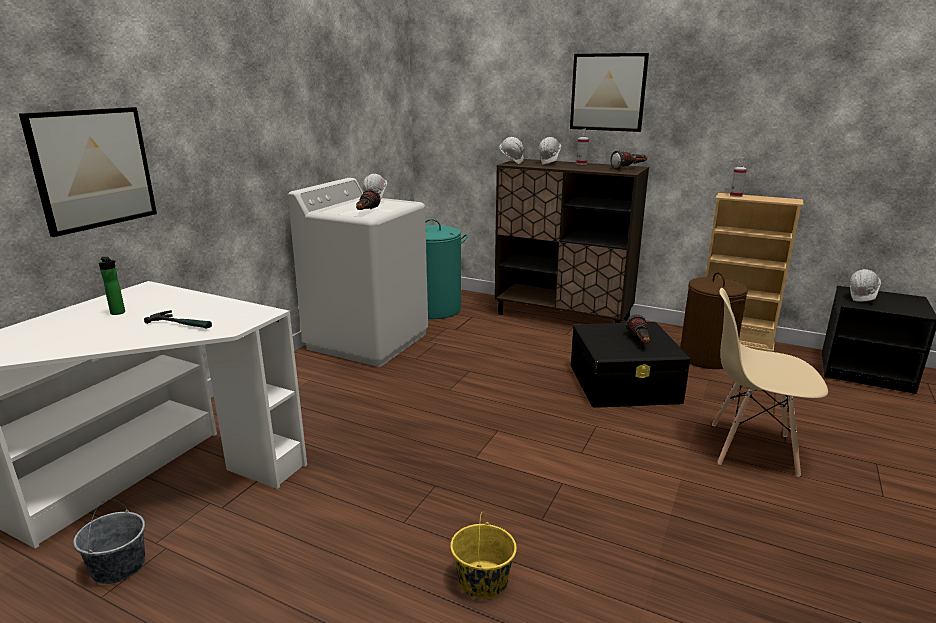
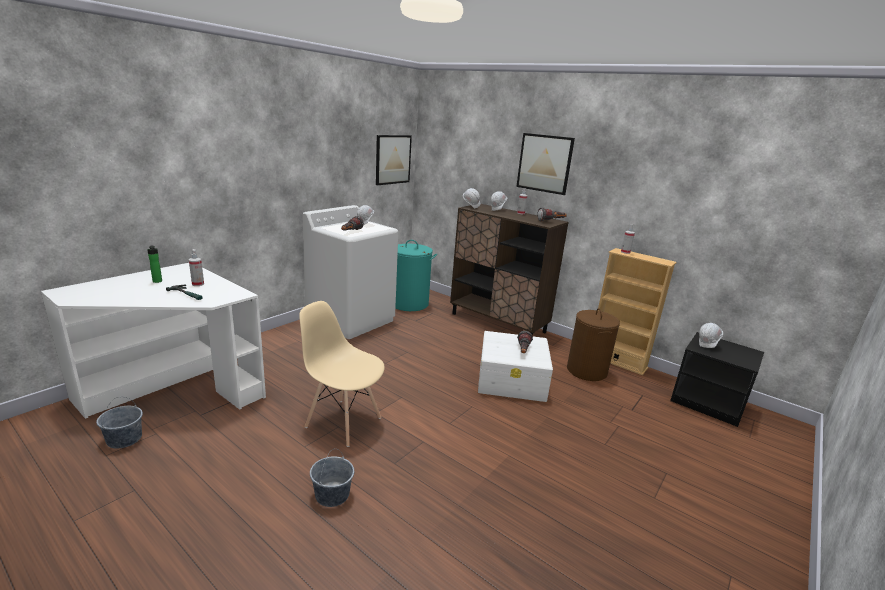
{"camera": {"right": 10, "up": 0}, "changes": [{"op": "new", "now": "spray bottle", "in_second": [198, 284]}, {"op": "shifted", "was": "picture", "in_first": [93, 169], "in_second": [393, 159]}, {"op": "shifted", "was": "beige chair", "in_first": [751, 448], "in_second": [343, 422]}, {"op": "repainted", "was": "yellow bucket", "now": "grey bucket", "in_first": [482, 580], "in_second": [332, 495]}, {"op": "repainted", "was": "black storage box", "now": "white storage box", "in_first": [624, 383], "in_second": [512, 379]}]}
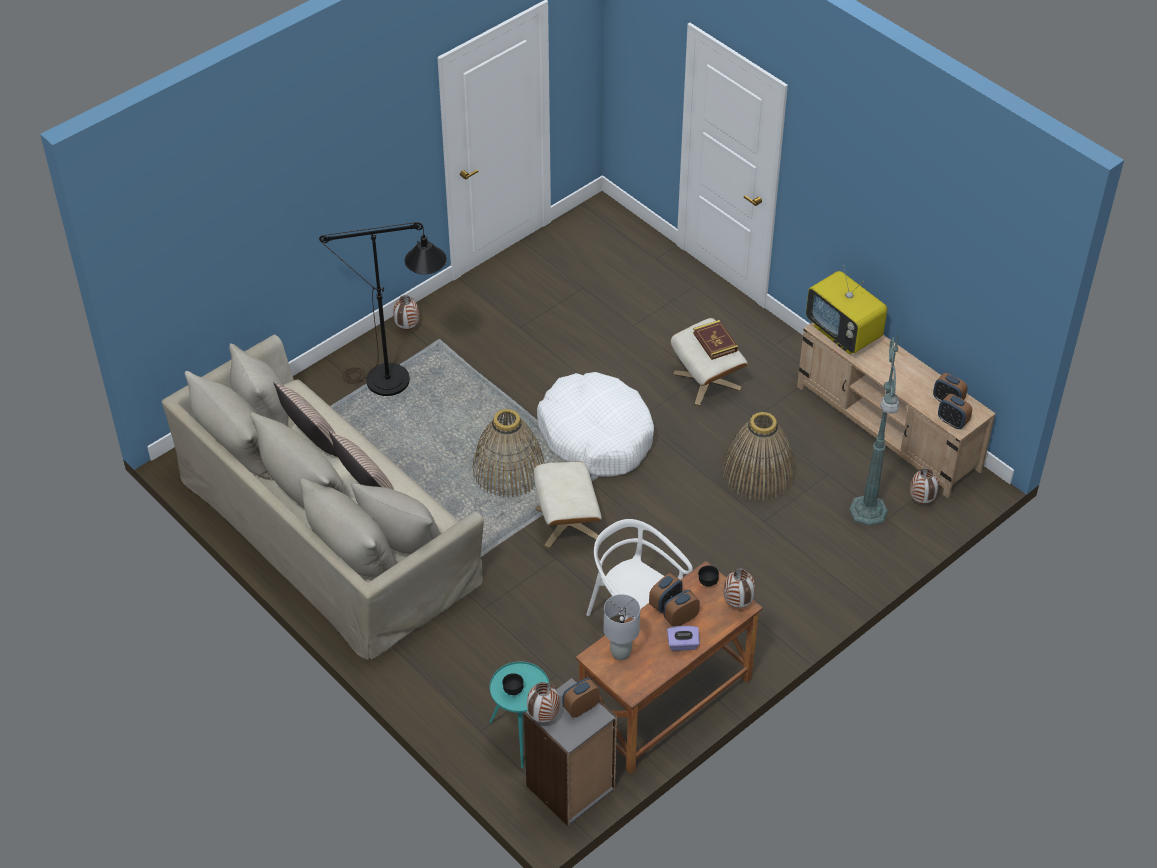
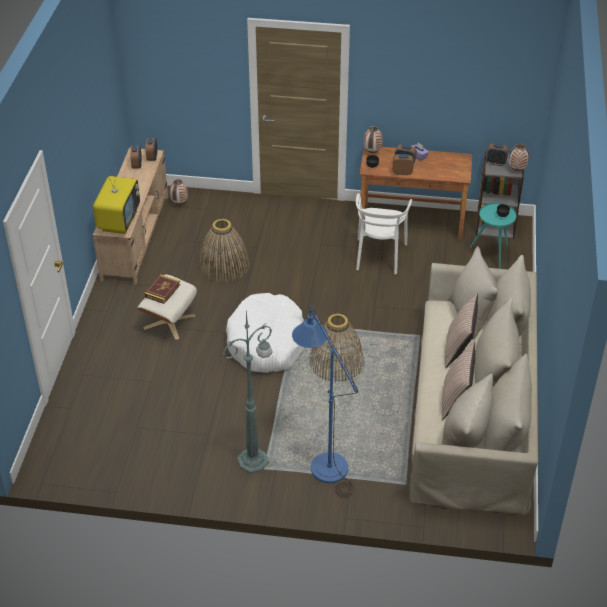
{"camera": {"right": -130, "up": -5}, "changes": [{"op": "gone", "was": "vase", "in_first": [407, 327]}, {"op": "gone", "was": "beige ottoman", "in_first": [566, 523]}, {"op": "gone", "was": "grey table lamp", "in_first": [620, 653]}, {"op": "shifted", "was": "green floor lamp", "in_first": [868, 513], "in_second": [254, 460]}, {"op": "repainted", "was": "black floor lamp", "now": "blue floor lamp", "in_first": [400, 382], "in_second": [324, 461]}]}
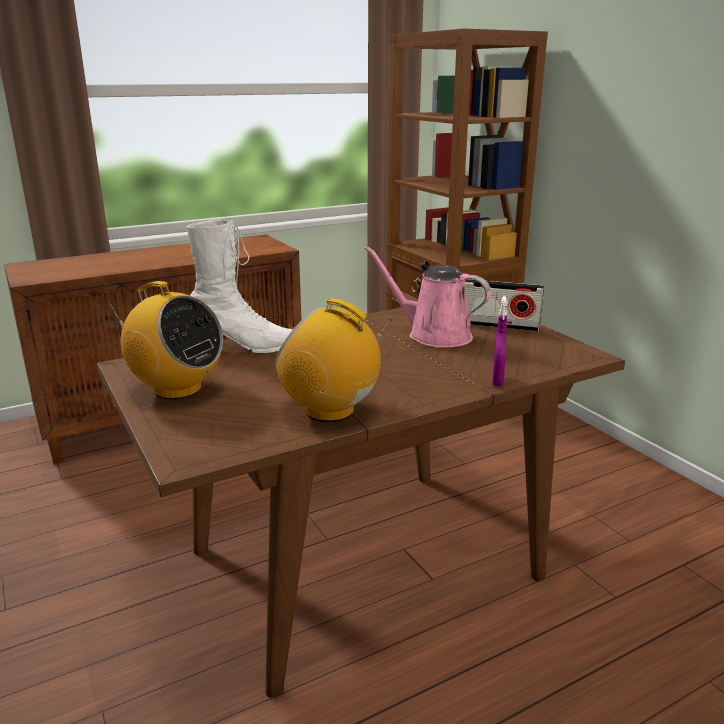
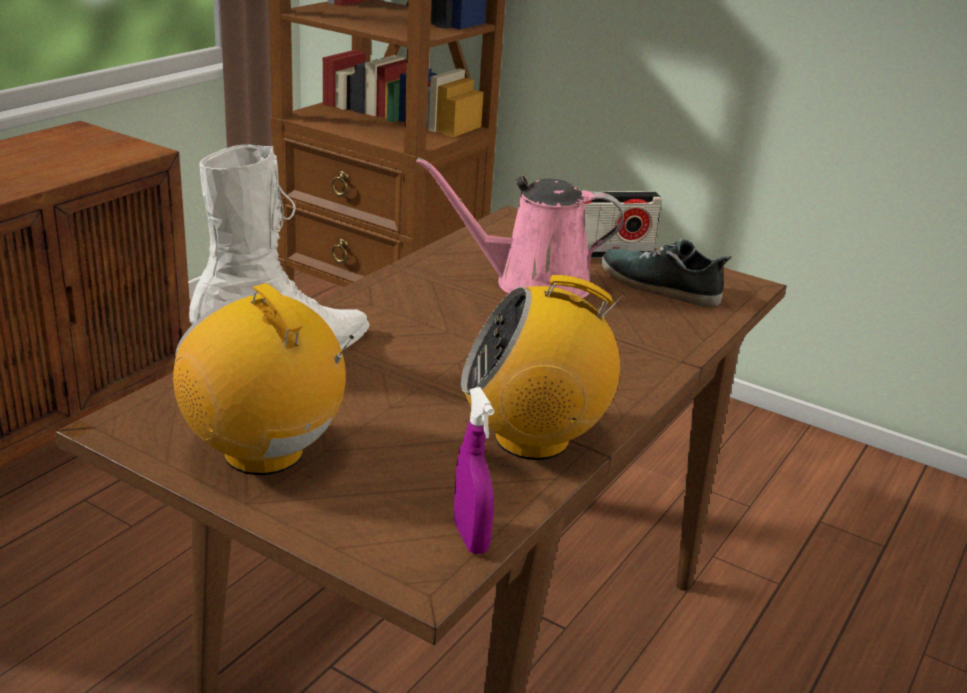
{"camera": {"right": -30, "up": 5}, "changes": [{"op": "new", "now": "shoe", "in_second": [659, 286]}, {"op": "shifted", "was": "purple spray bottle", "in_first": [497, 381], "in_second": [470, 537]}, {"op": "rotated", "was": "radio", "in_first": [177, 389], "in_second": [265, 453], "clockwise": -135}]}
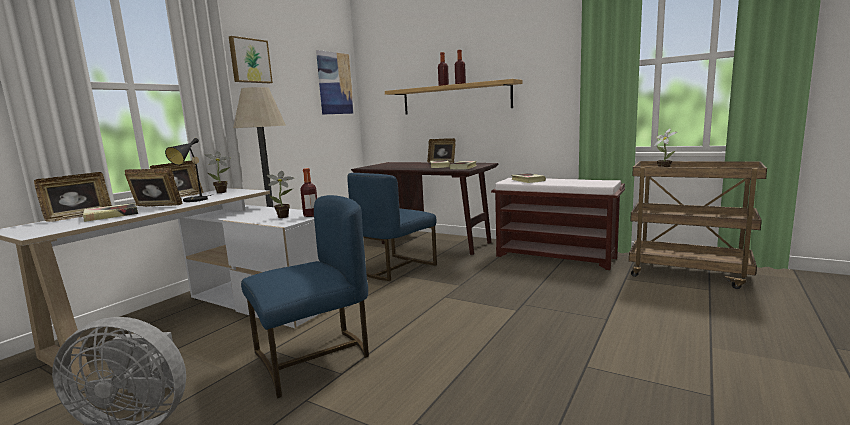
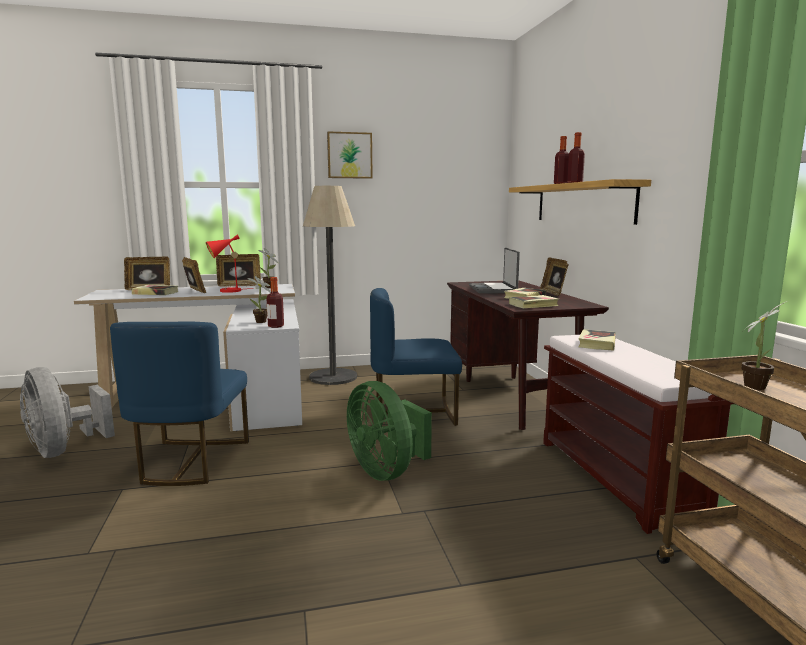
{"camera": {"right": 45, "up": 0}, "changes": [{"op": "gone", "was": "picture", "in_first": [335, 83]}, {"op": "new", "now": "green fan", "in_second": [386, 471]}, {"op": "new", "now": "laptop", "in_second": [493, 289]}, {"op": "repainted", "was": "black table lamp", "now": "red table lamp", "in_first": [193, 200], "in_second": [227, 291]}, {"op": "rotated", "was": "blue chair", "in_first": [314, 358], "in_second": [190, 461], "clockwise": 75}]}
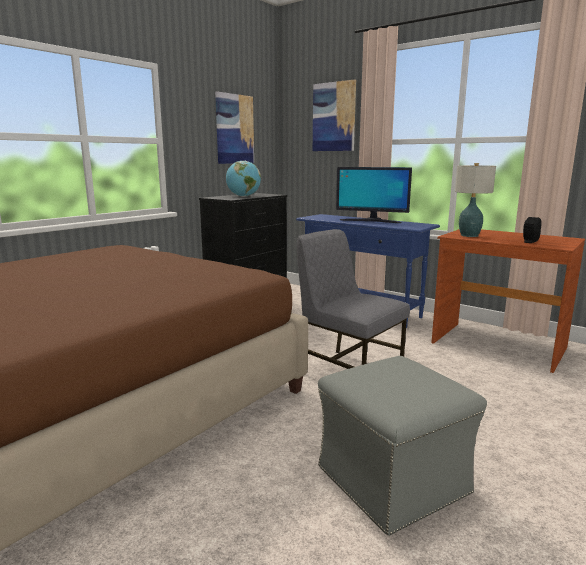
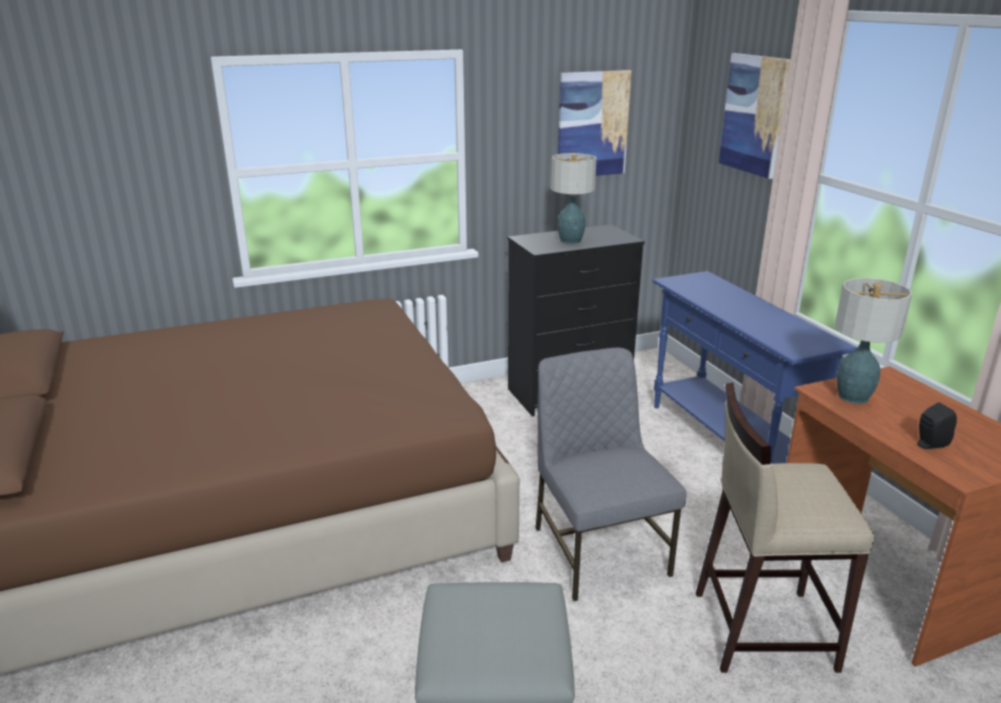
{"camera": {"right": 30, "up": 10}, "changes": [{"op": "gone", "was": "monitor", "in_first": [371, 221]}, {"op": "new", "now": "beige stool", "in_second": [761, 629]}, {"op": "swapped", "was": "globe", "now": "table lamp", "in_first": [243, 196], "in_second": [570, 241]}]}
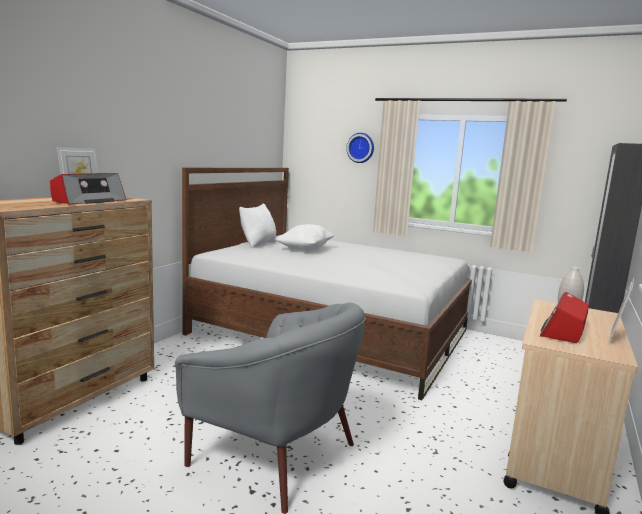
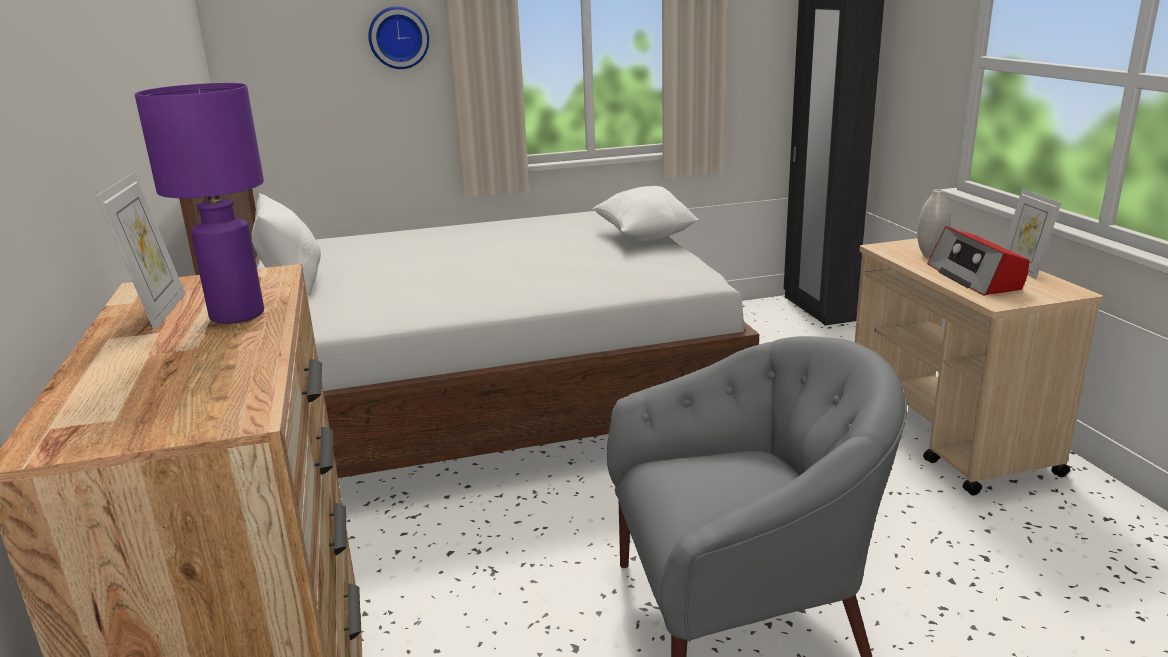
{"camera": {"right": -40, "up": 10}, "changes": [{"op": "shifted", "was": "white pillow", "in_first": [305, 249], "in_second": [644, 236]}, {"op": "swapped", "was": "radio", "now": "purple table lamp", "in_first": [88, 201], "in_second": [236, 315]}]}
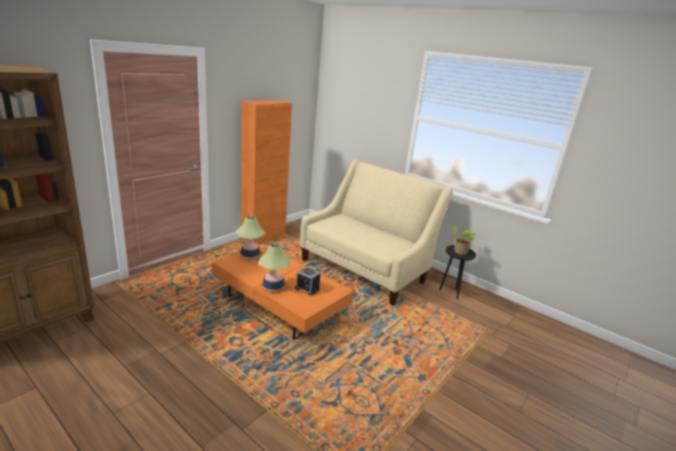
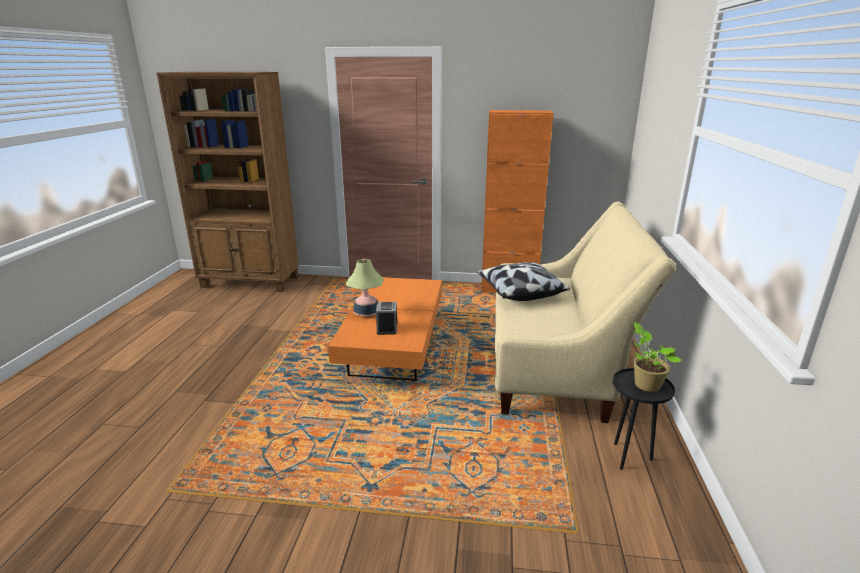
{"camera": {"right": 60, "up": 0}, "changes": [{"op": "gone", "was": "table lamp", "in_first": [250, 255]}, {"op": "new", "now": "pillow", "in_second": [519, 292]}]}
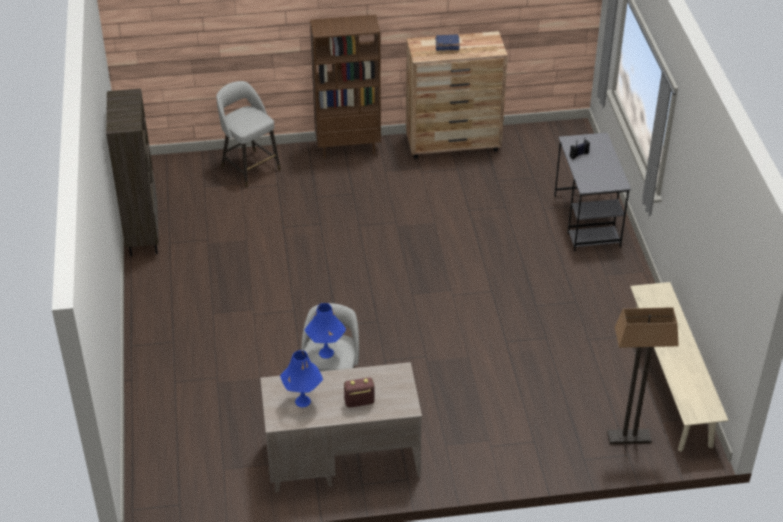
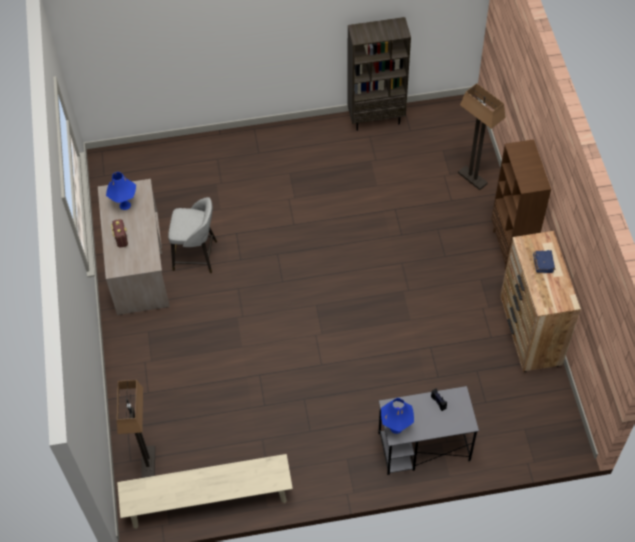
{"camera": {"right": 90, "up": 15}, "changes": [{"op": "shifted", "was": "blue table lamp", "in_first": [326, 353], "in_second": [396, 427]}, {"op": "swapped", "was": "grey stool", "now": "floor lamp", "in_first": [249, 167], "in_second": [472, 178]}]}
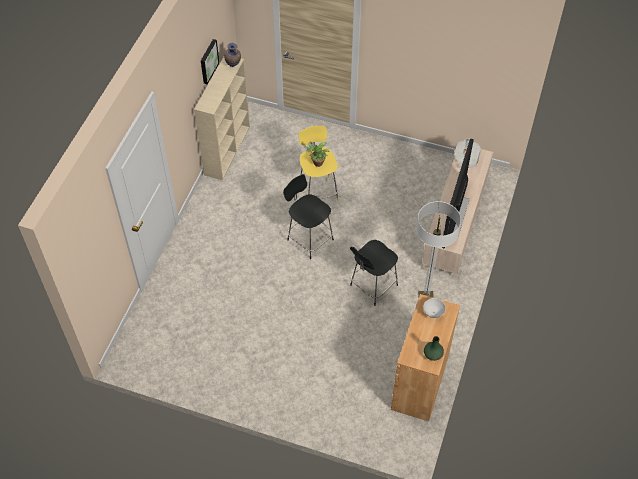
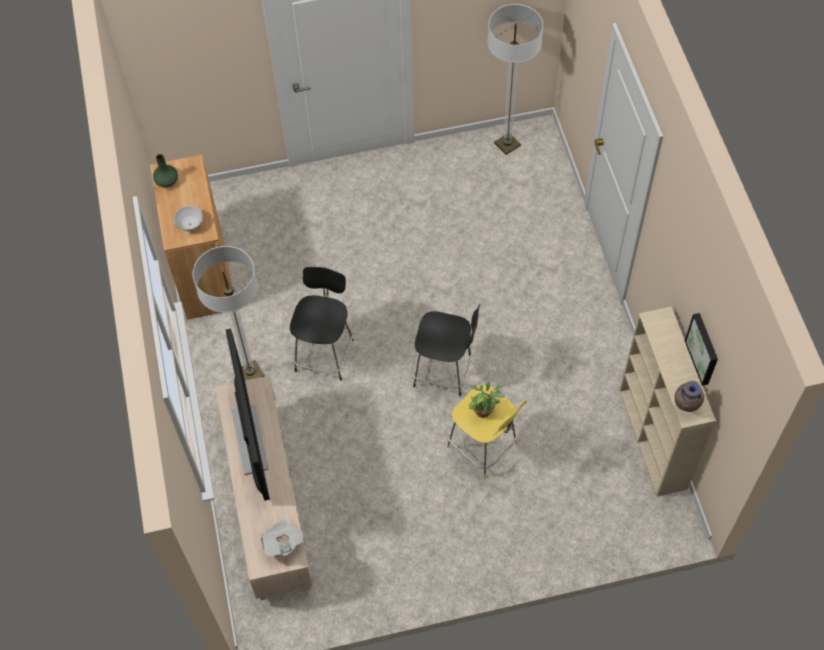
{"camera": {"right": 150, "up": 5}, "changes": [{"op": "new", "now": "floor lamp", "in_second": [507, 144]}]}
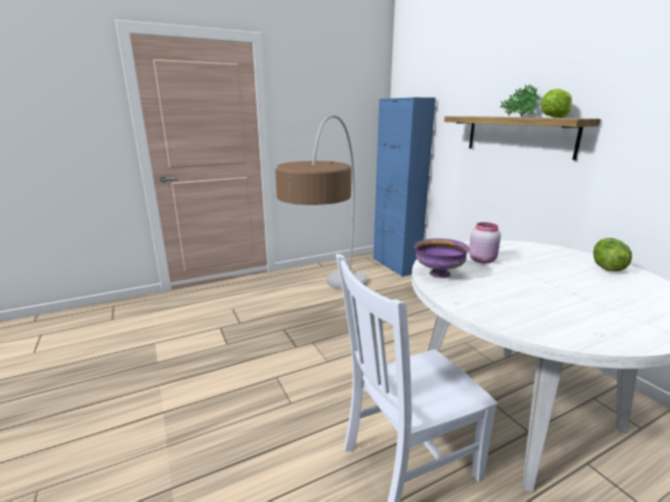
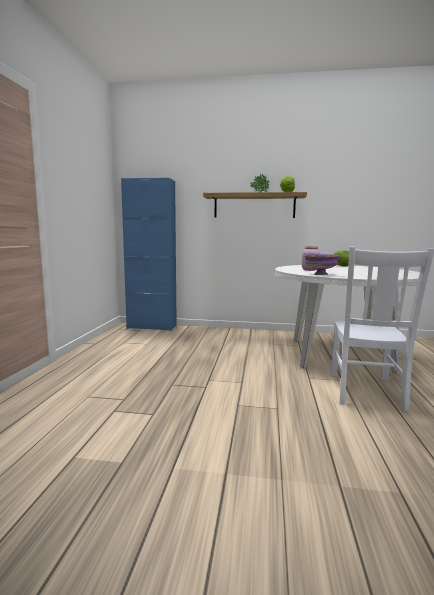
{"camera": {"right": -55, "up": -10}, "changes": [{"op": "gone", "was": "floor lamp", "in_first": [331, 307]}]}
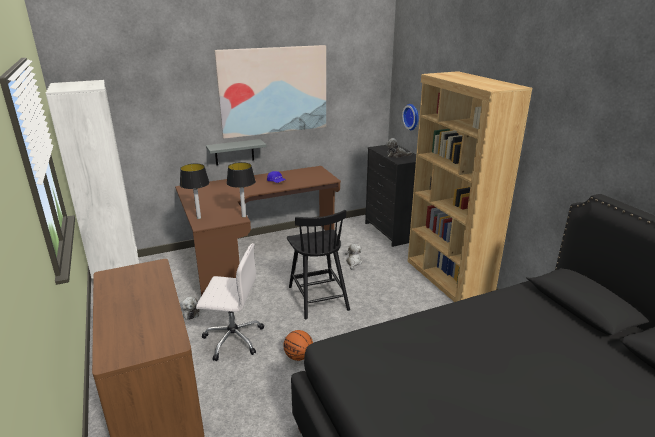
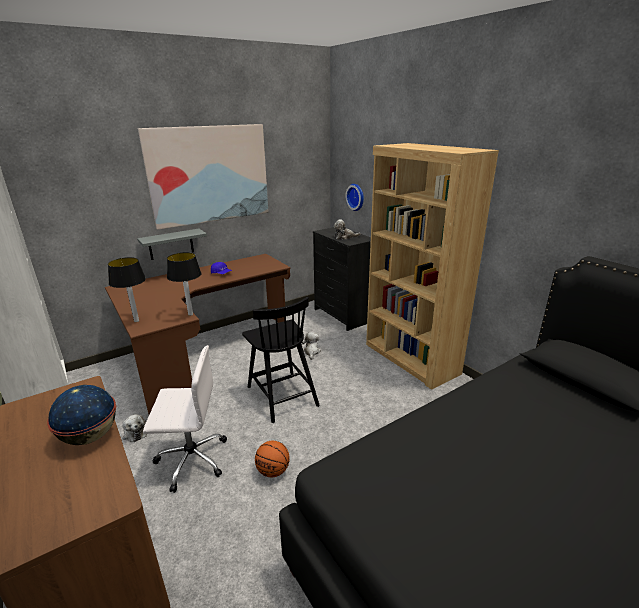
{"camera": {"right": -10, "up": 0}, "changes": [{"op": "new", "now": "globe", "in_second": [91, 436]}]}
